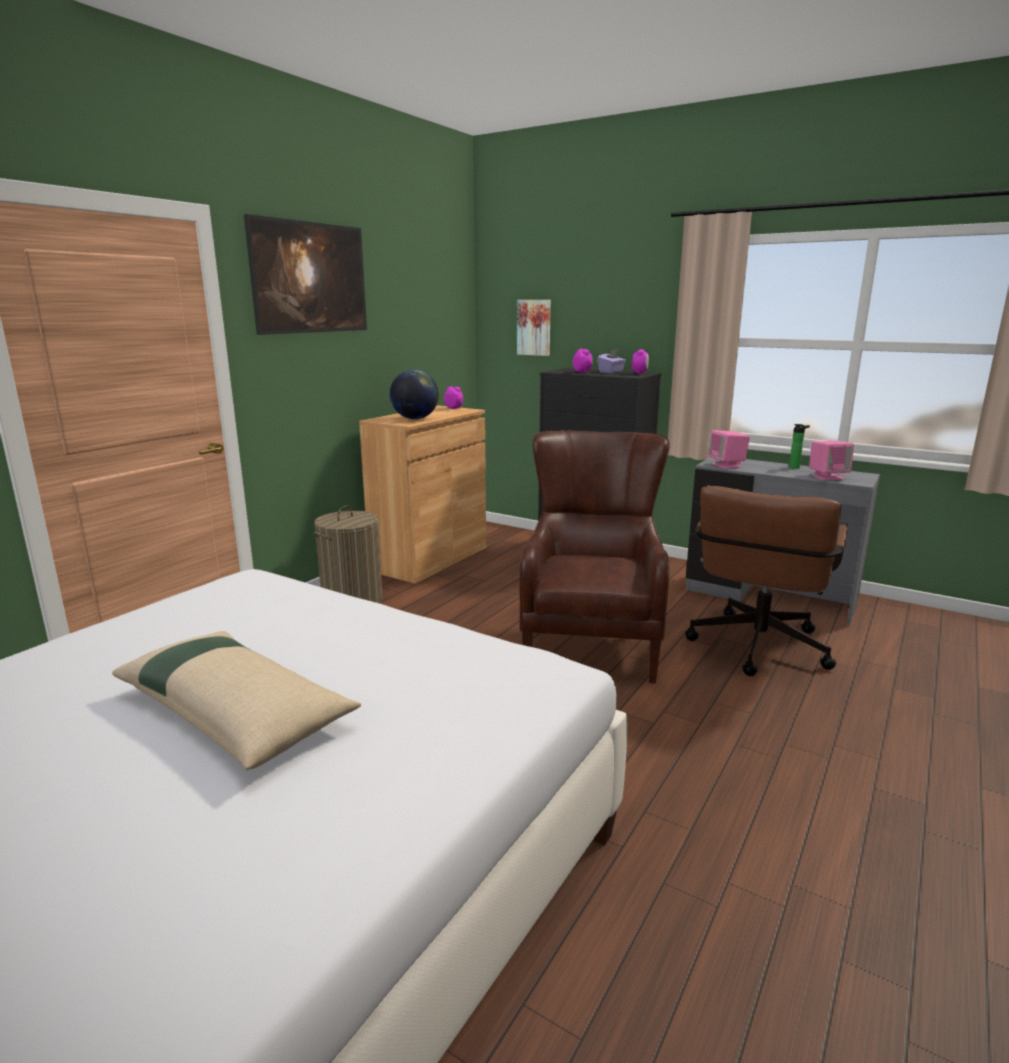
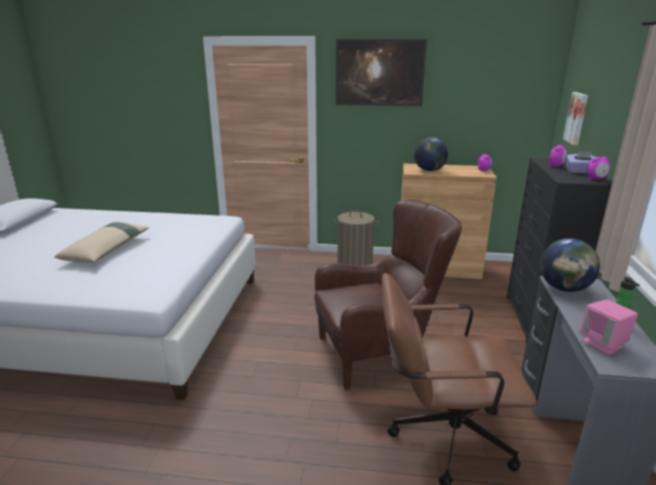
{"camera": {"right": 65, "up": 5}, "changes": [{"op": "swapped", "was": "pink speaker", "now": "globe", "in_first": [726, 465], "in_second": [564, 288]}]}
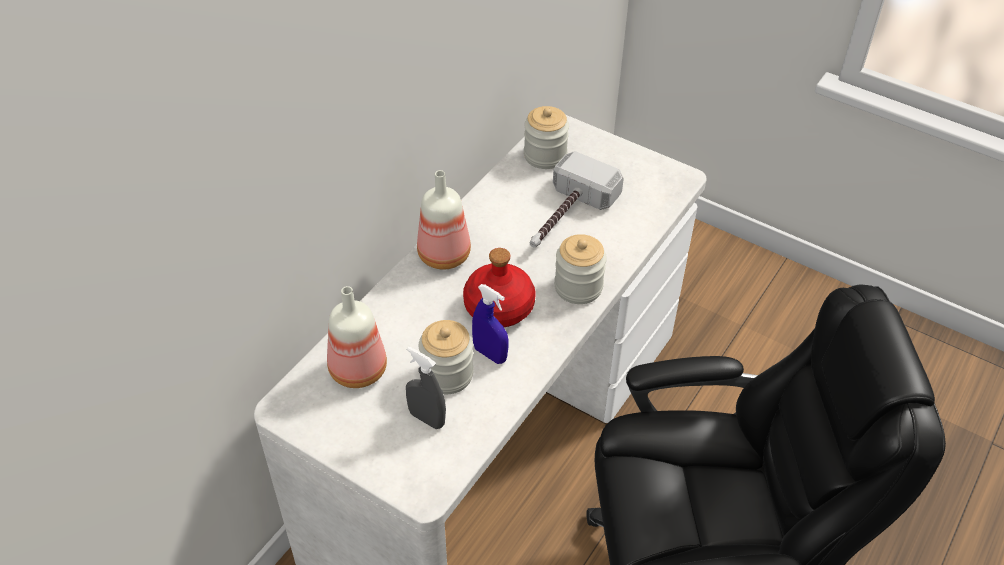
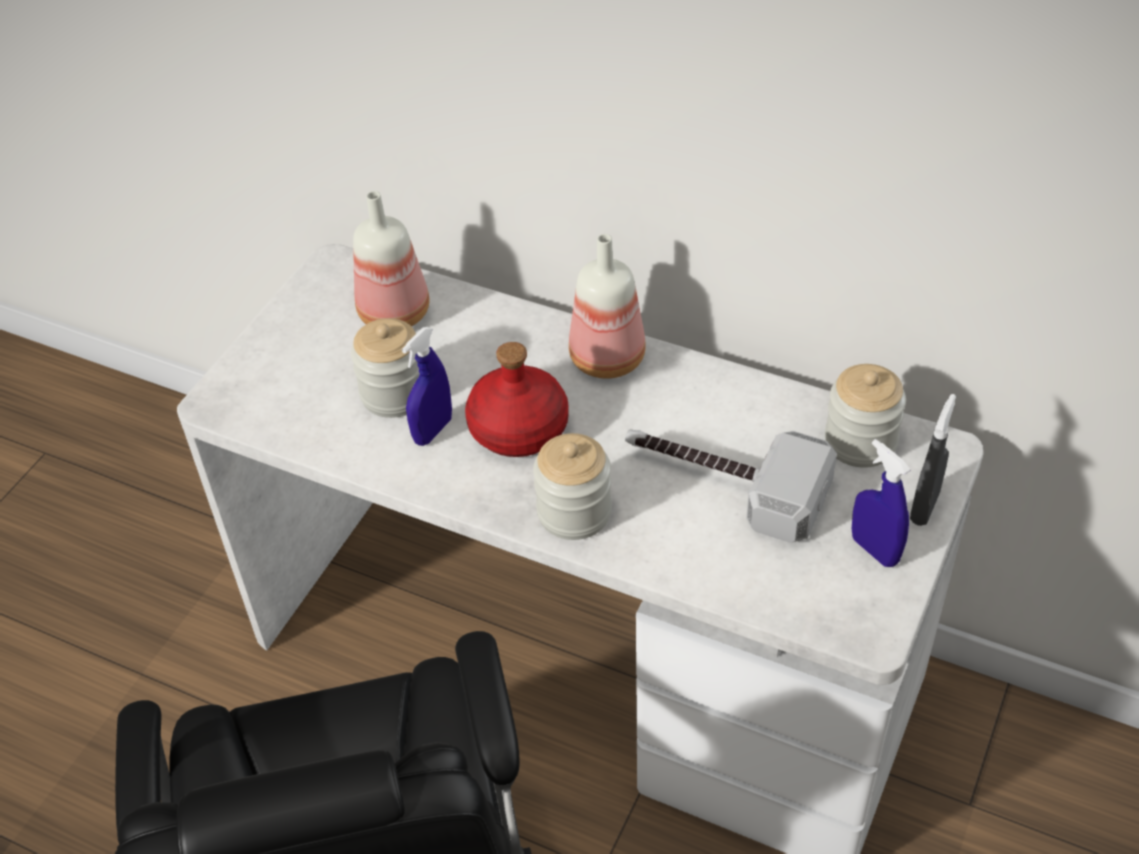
{"camera": {"right": 85, "up": 0}, "changes": [{"op": "new", "now": "blue spray bottle", "in_second": [874, 550]}, {"op": "shifted", "was": "grey spray bottle", "in_first": [427, 418], "in_second": [924, 507]}]}
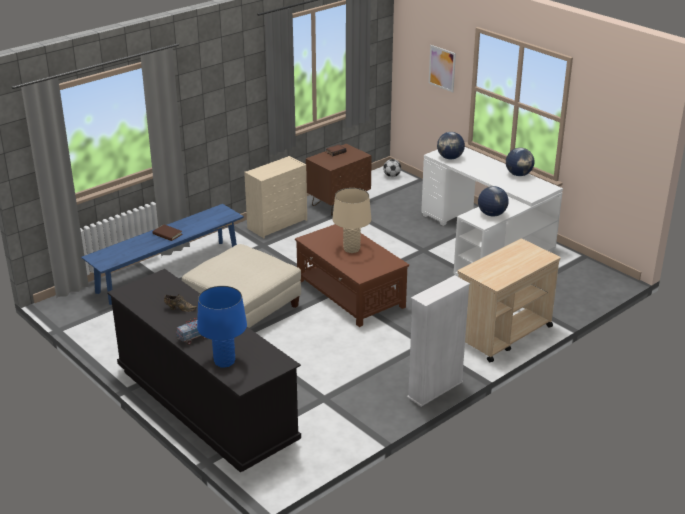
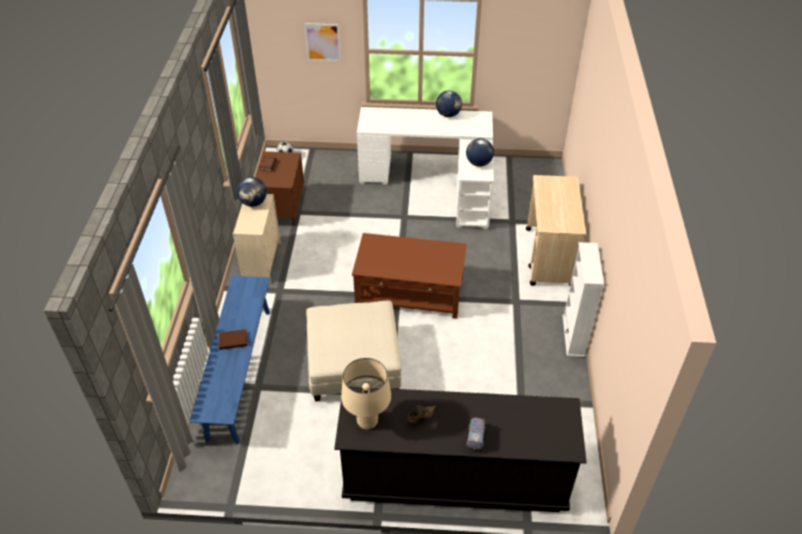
{"camera": {"right": -45, "up": 15}, "changes": [{"op": "gone", "was": "blue table lamp", "in_first": [224, 362]}, {"op": "shifted", "was": "beige table lamp", "in_first": [351, 249], "in_second": [367, 421]}, {"op": "shifted", "was": "globe", "in_first": [450, 158], "in_second": [253, 203]}]}
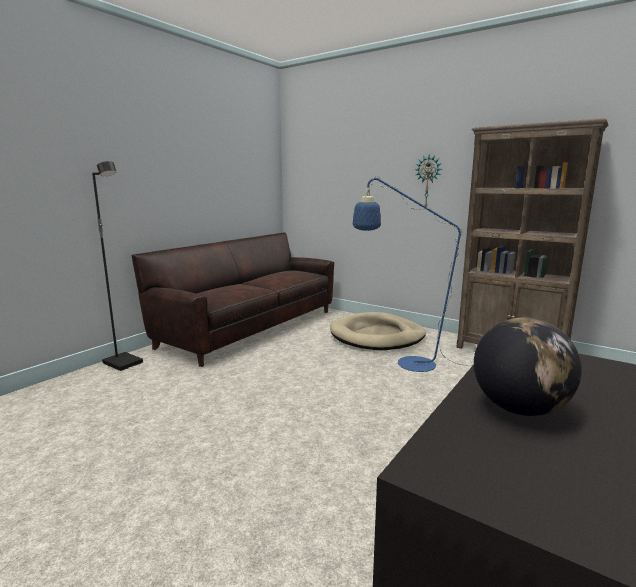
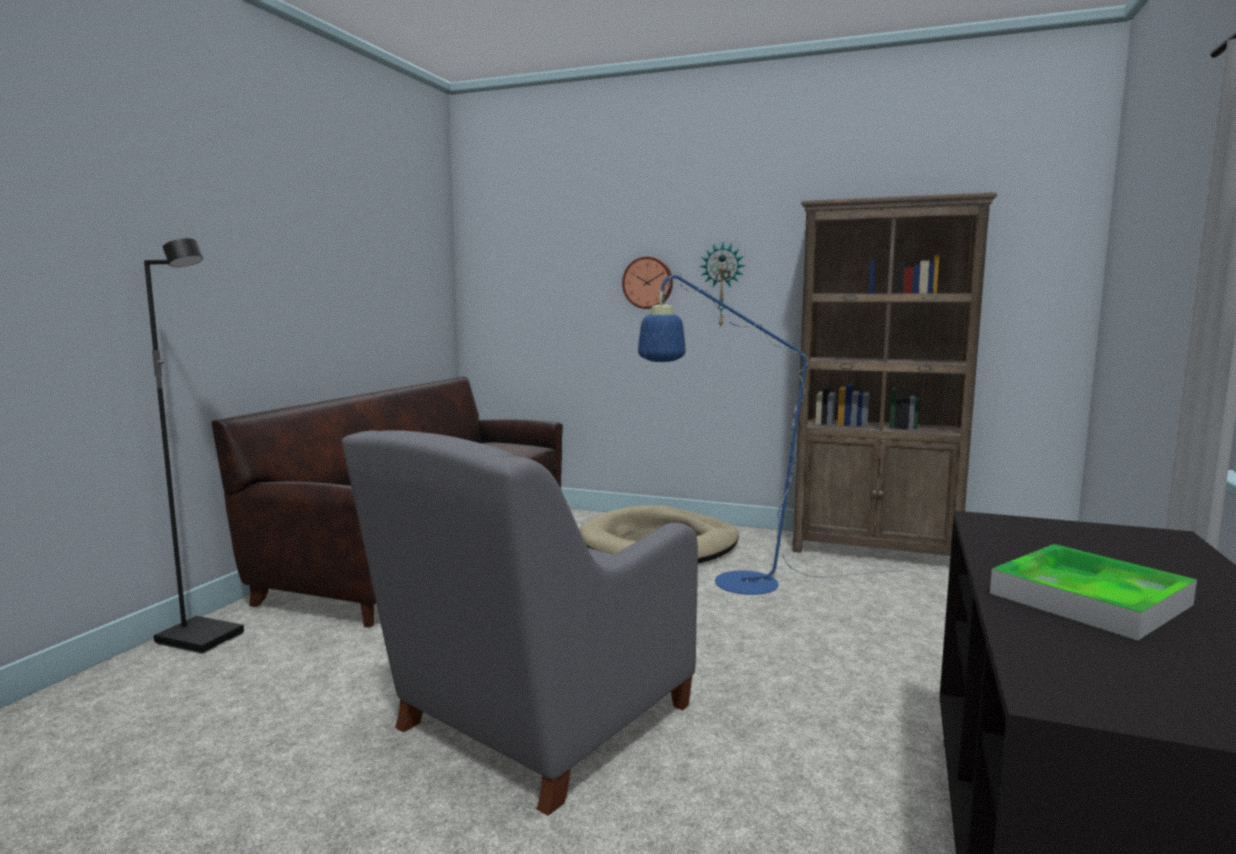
{"camera": {"right": -15, "up": -5}, "changes": [{"op": "new", "now": "grey armchair", "in_second": [536, 722]}, {"op": "new", "now": "wall clock", "in_second": [648, 283]}, {"op": "swapped", "was": "globe", "now": "tray", "in_first": [519, 409], "in_second": [1089, 599]}]}
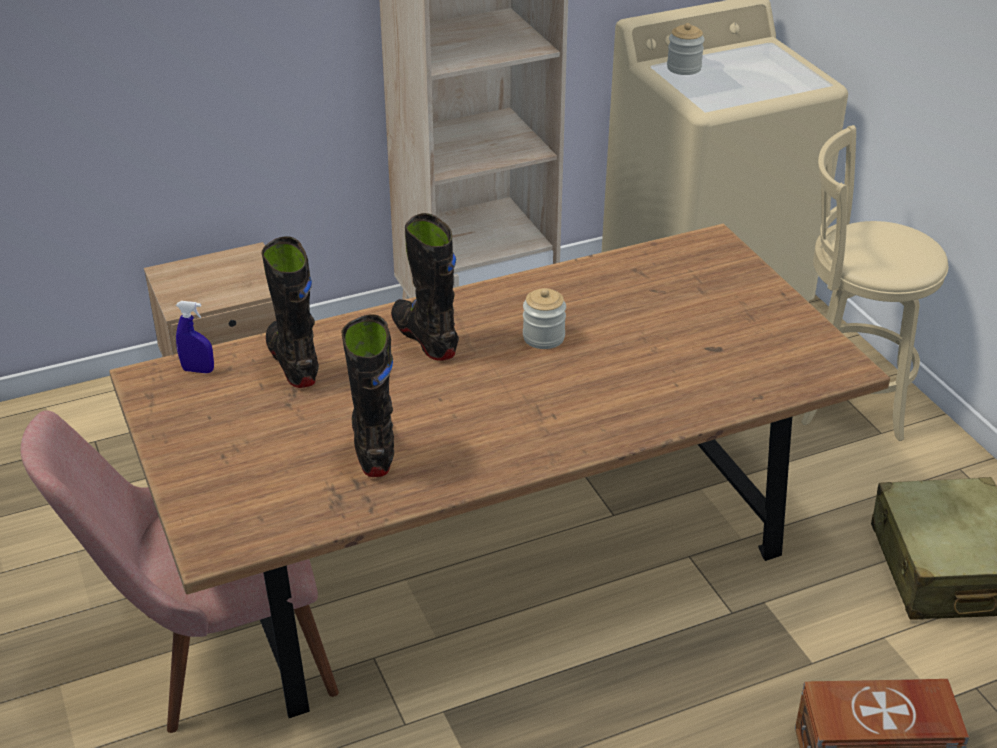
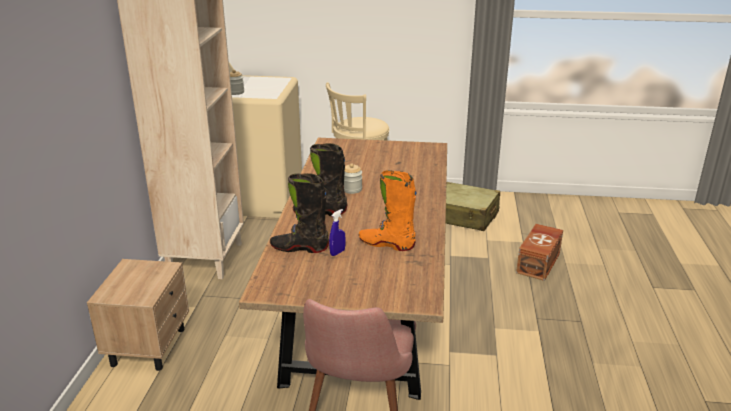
{"camera": {"right": -60, "up": -10}, "changes": [{"op": "shifted", "was": "blue spray bottle", "in_first": [198, 370], "in_second": [337, 252]}, {"op": "repainted", "was": "black boot", "now": "orange boot", "in_first": [374, 445], "in_second": [387, 244]}]}
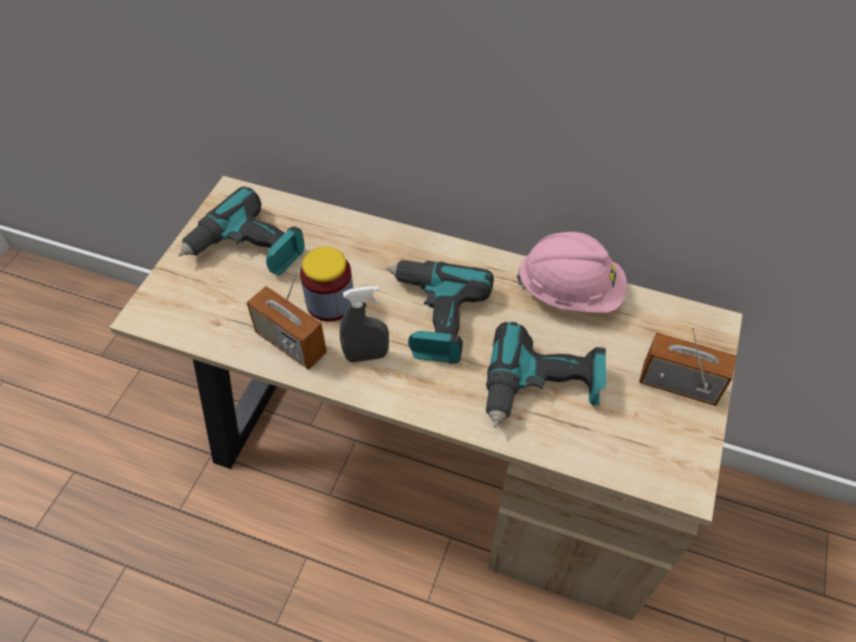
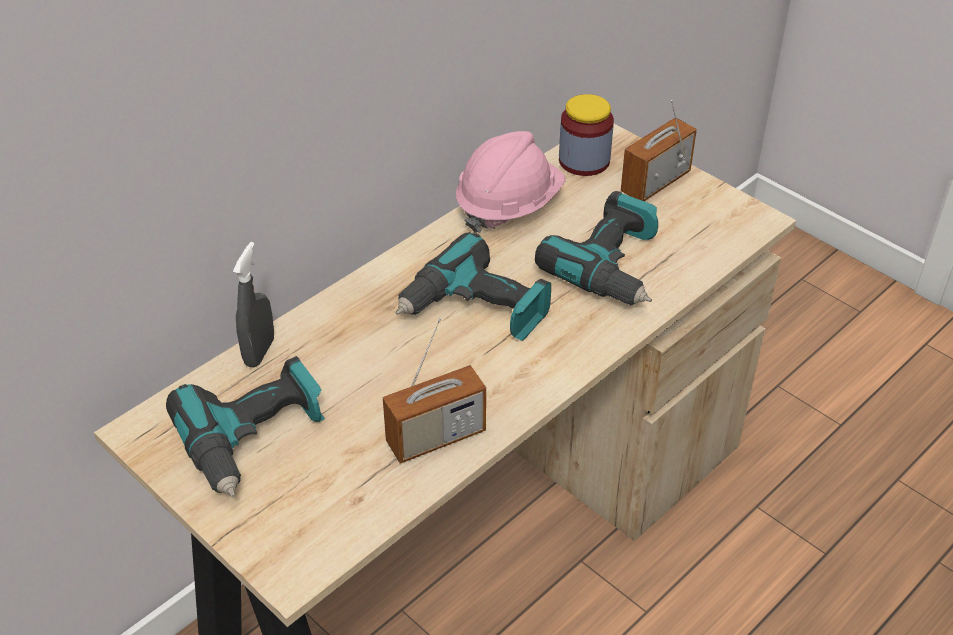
{"camera": {"right": -65, "up": -10}, "changes": [{"op": "shifted", "was": "jar", "in_first": [330, 302], "in_second": [584, 161]}, {"op": "shifted", "was": "grey spray bottle", "in_first": [366, 356], "in_second": [259, 352]}]}
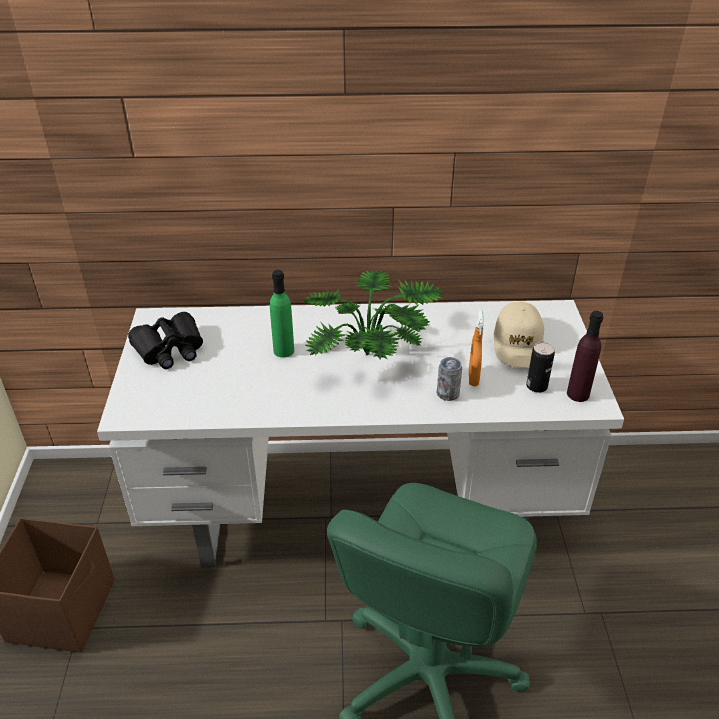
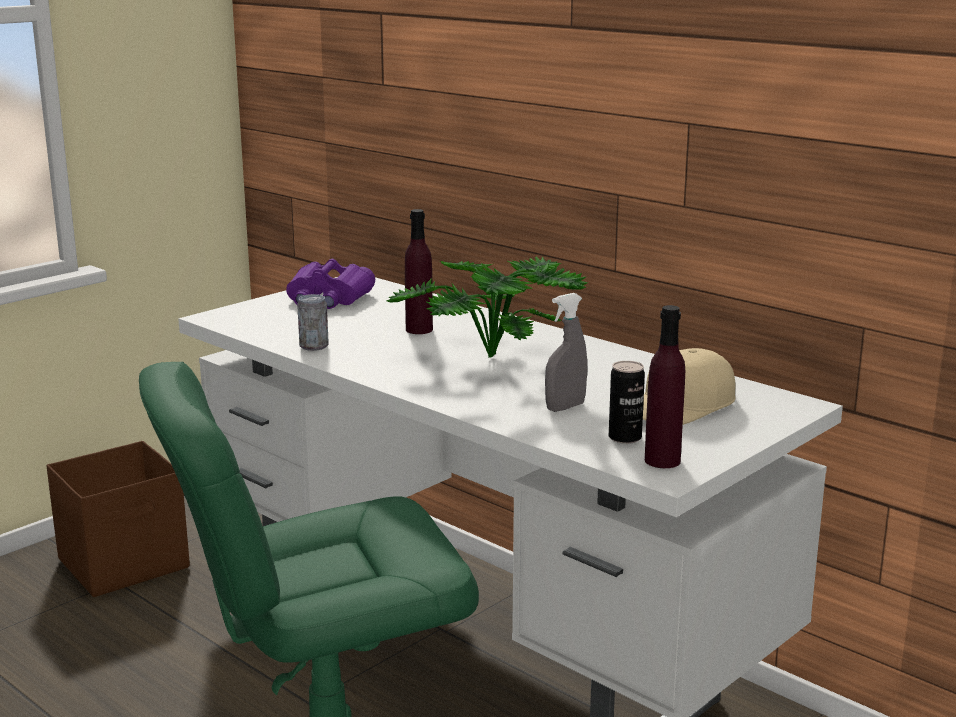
{"camera": {"right": 45, "up": -20}, "changes": [{"op": "shifted", "was": "can", "in_first": [447, 394], "in_second": [314, 346]}, {"op": "repainted", "was": "black binoculars", "now": "purple binoculars", "in_first": [170, 349], "in_second": [327, 299]}, {"op": "repainted", "was": "green bottle", "now": "purple bottle", "in_first": [283, 350], "in_second": [419, 330]}, {"op": "repainted", "was": "orange spray bottle", "now": "grey spray bottle", "in_first": [473, 378], "in_second": [565, 407]}]}
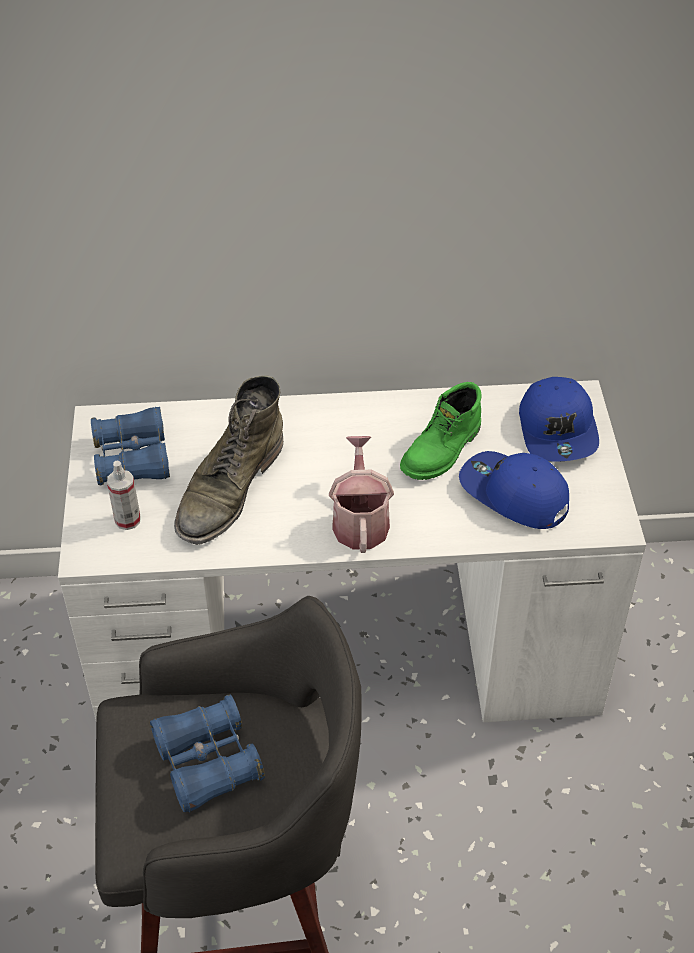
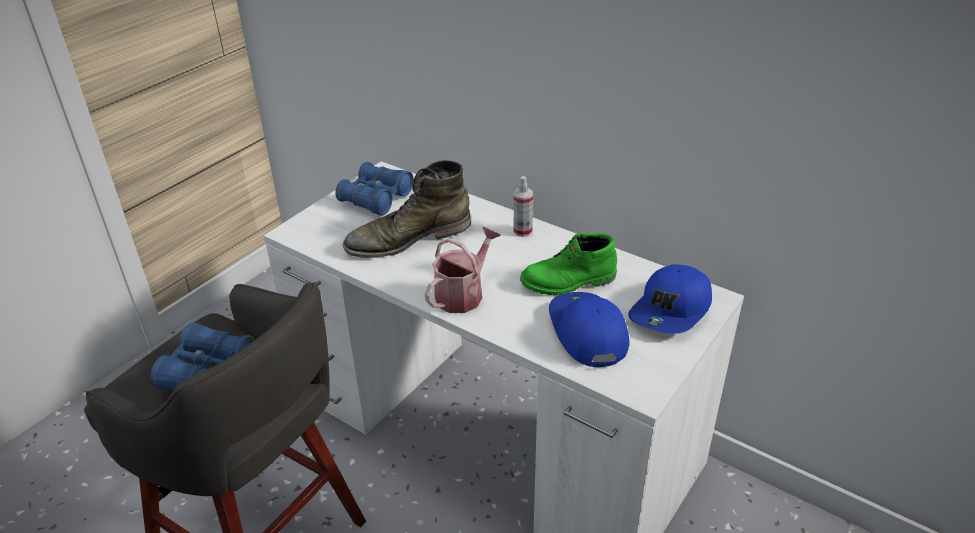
{"camera": {"right": 40, "up": -10}, "changes": [{"op": "shifted", "was": "spray bottle", "in_first": [127, 520], "in_second": [522, 231]}]}
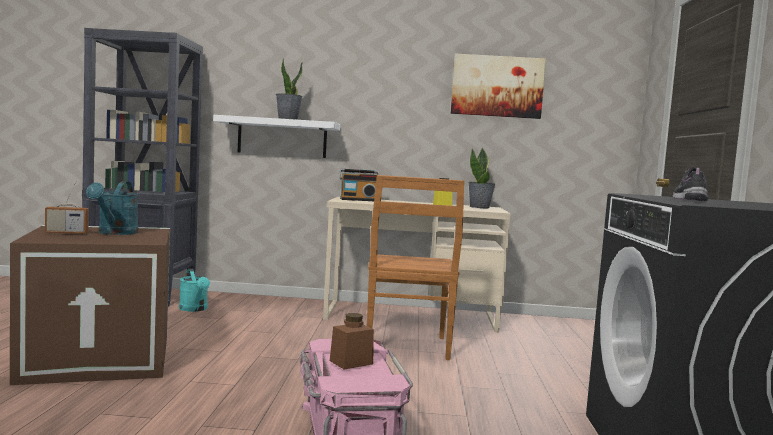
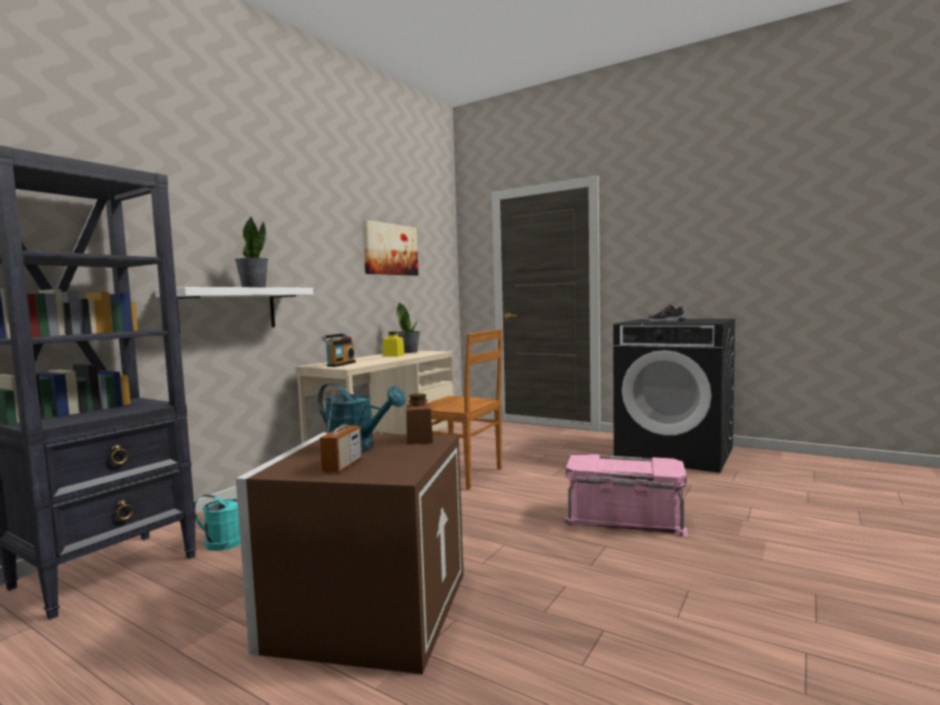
{"camera": {"right": -60, "up": 0}, "changes": [{"op": "shifted", "was": "brown jar", "in_first": [351, 362], "in_second": [419, 439]}]}
